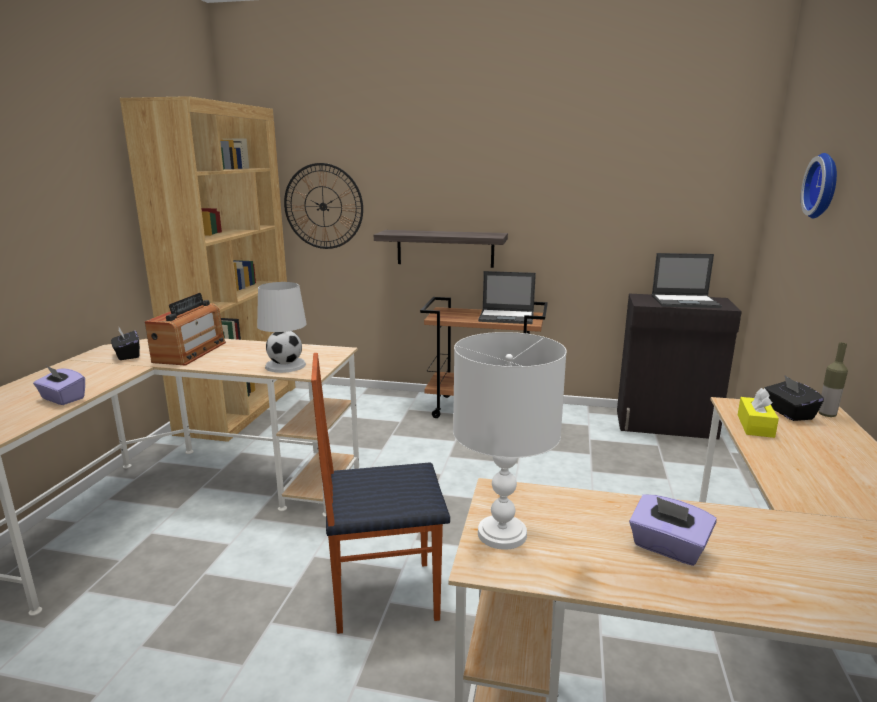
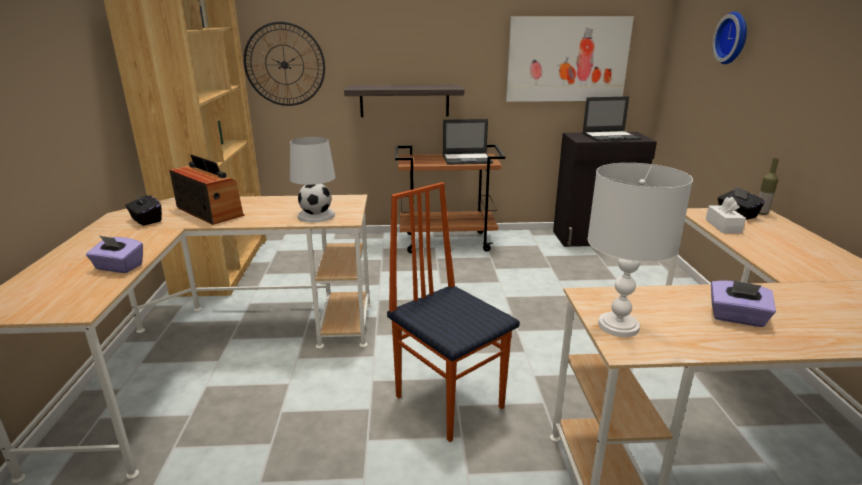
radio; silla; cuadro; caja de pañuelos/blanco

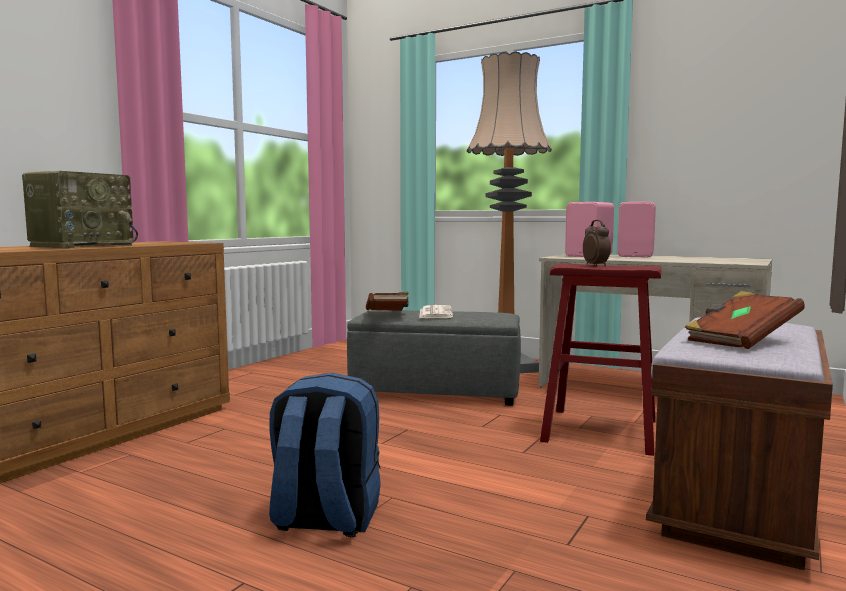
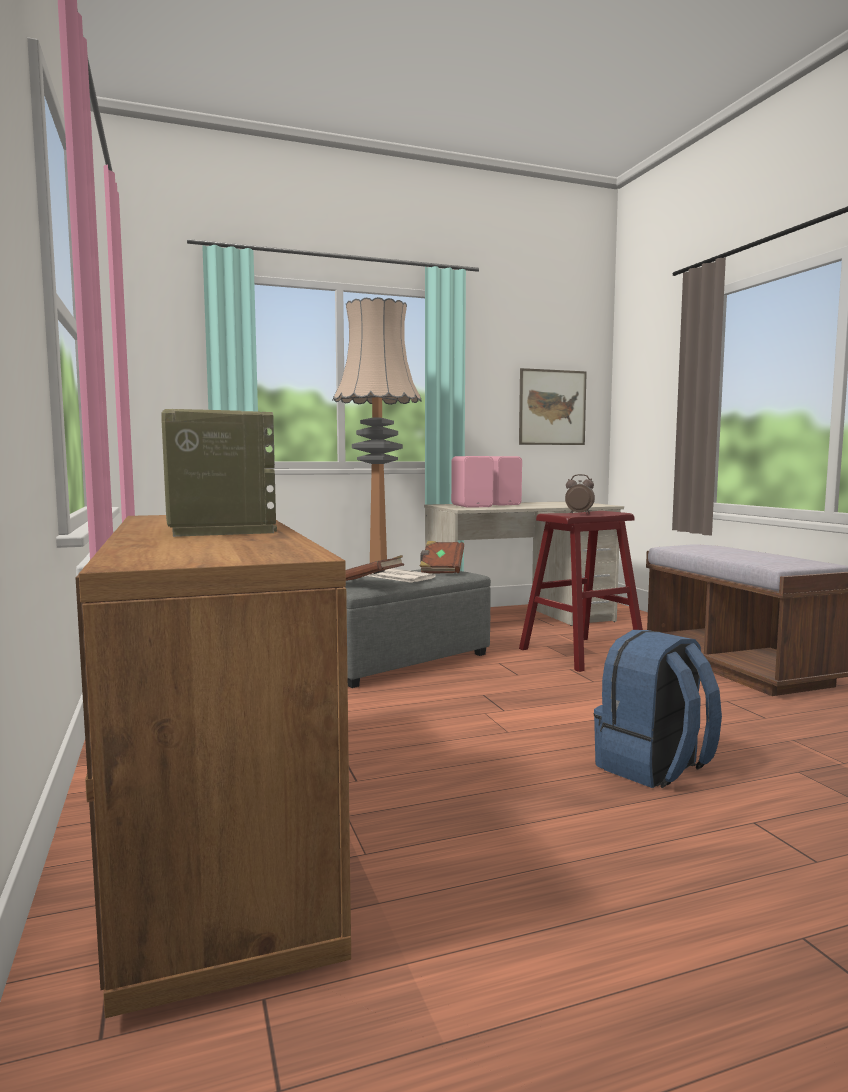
libro/marrón (no. 2 from left); cuadro

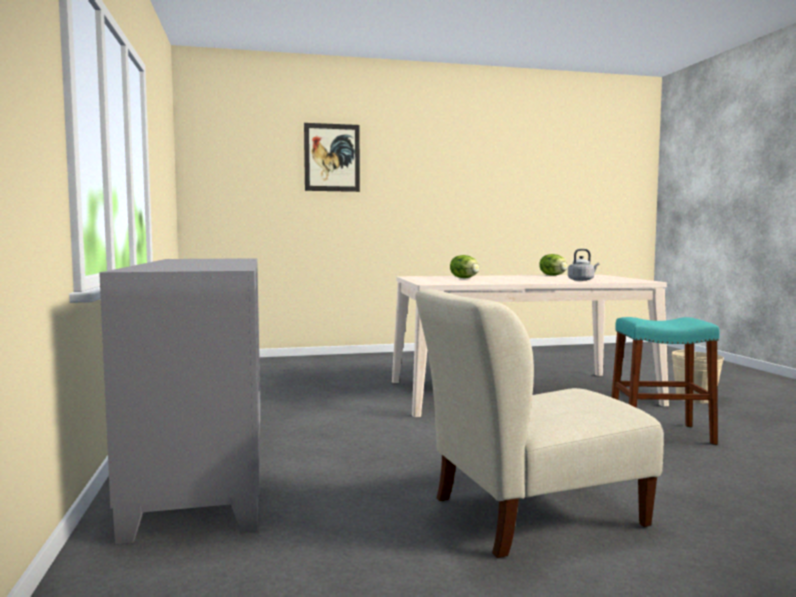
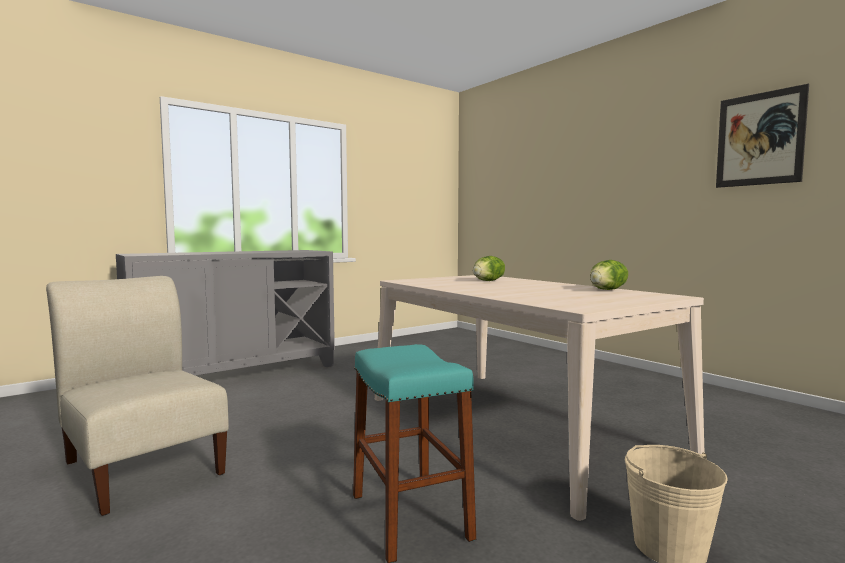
cuadro; hervidor/gris

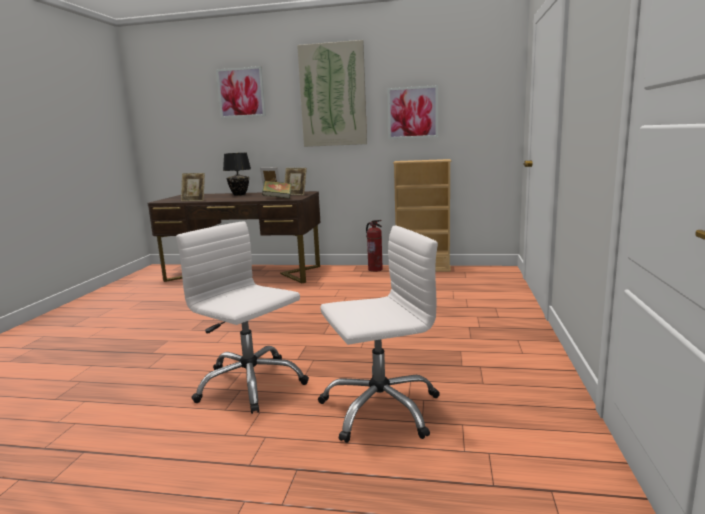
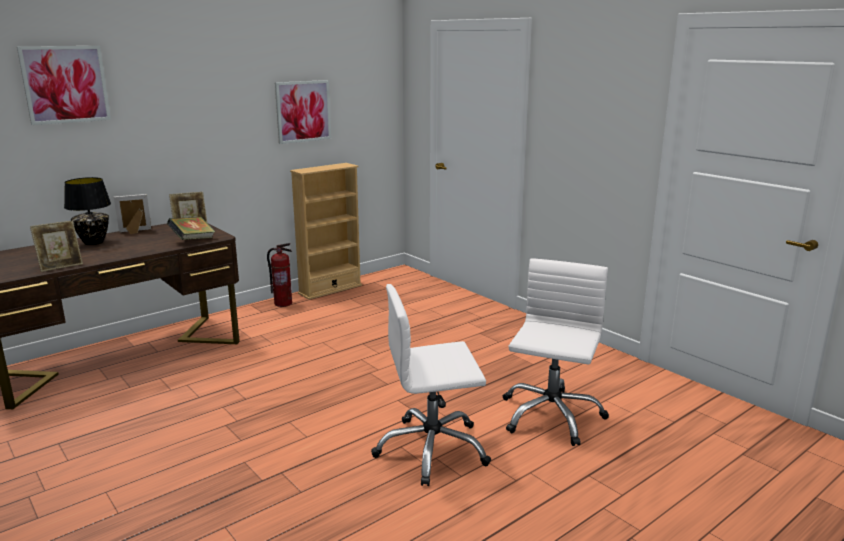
cuadro (no. 2 from left in the first image)

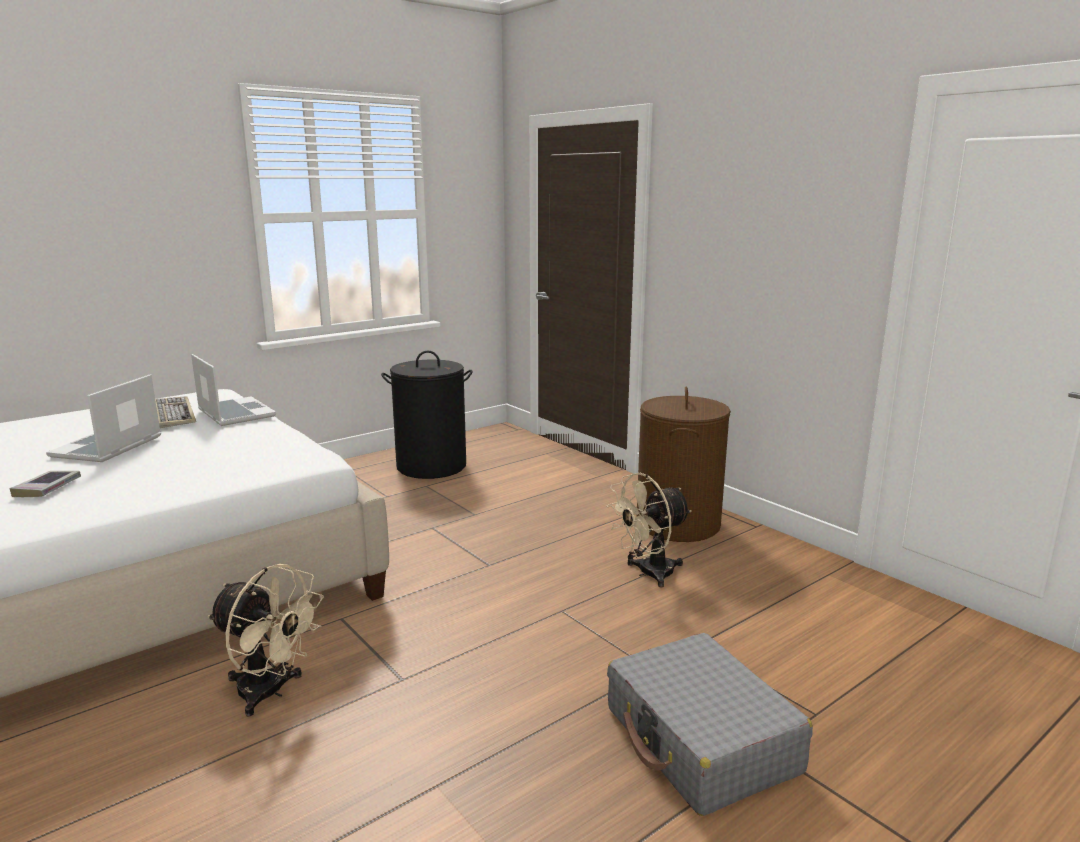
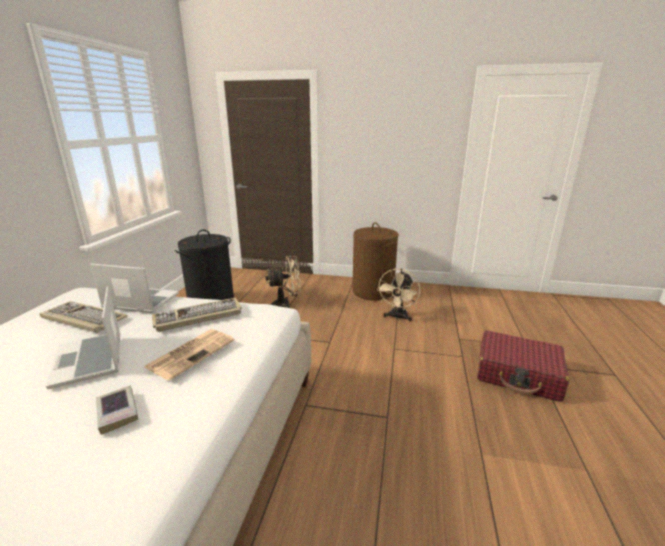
periódico; teclado (no. 2 from left); ventilador/beis (no. 1 from left); maleta/rojo

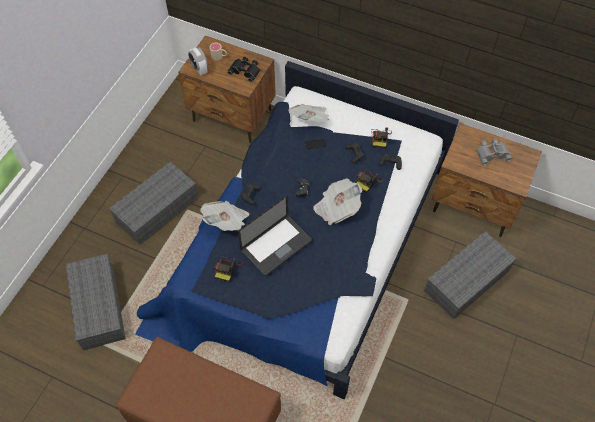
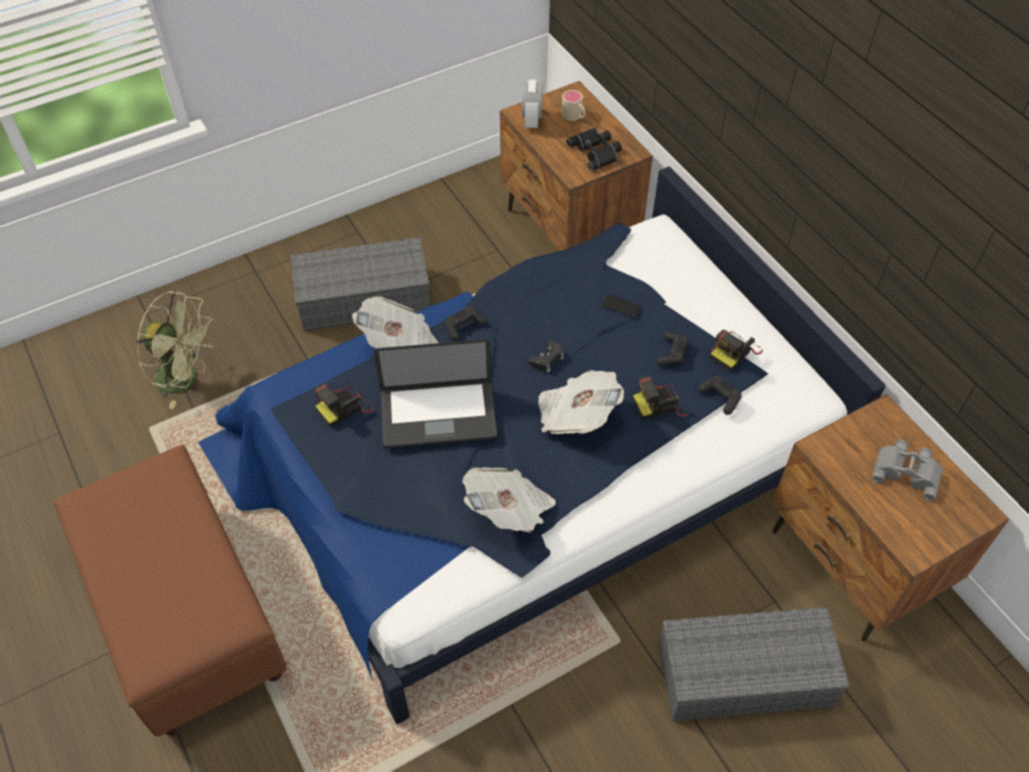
ventilador/verde; periódico (no. 2 from left)

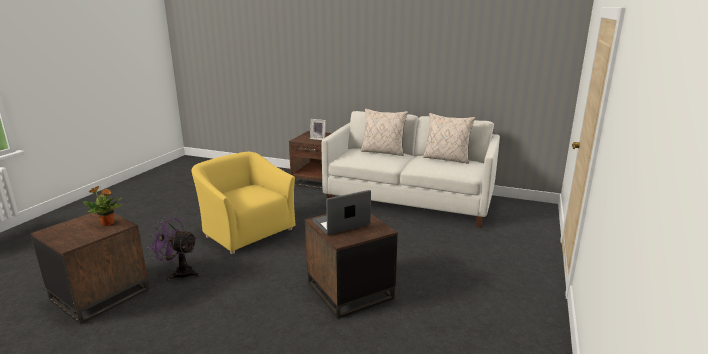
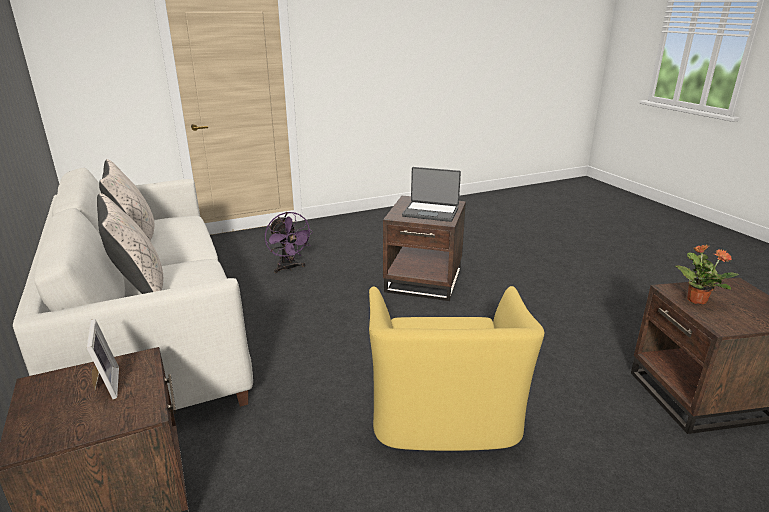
ventilador/morado

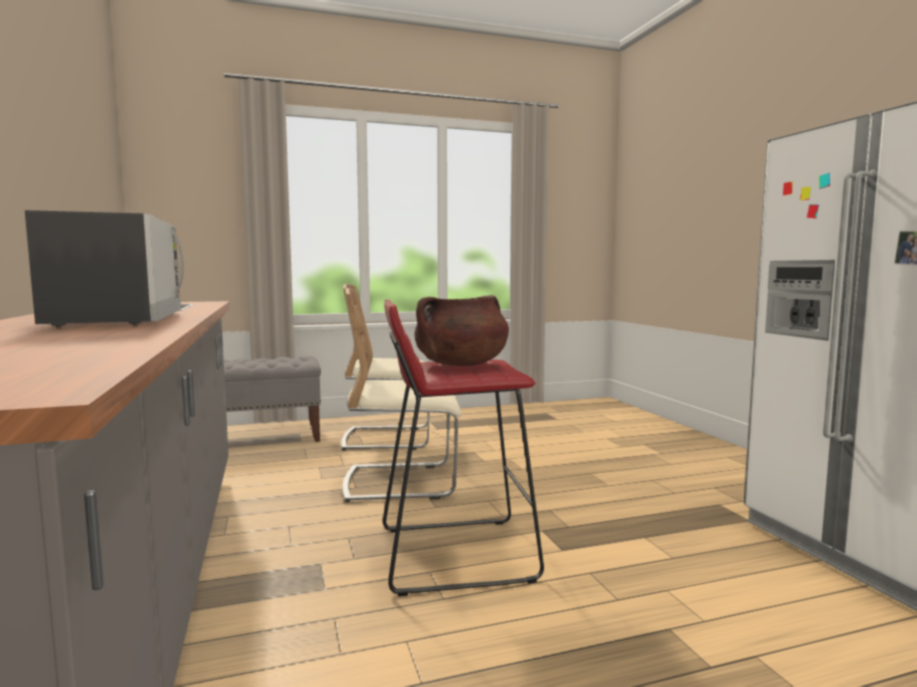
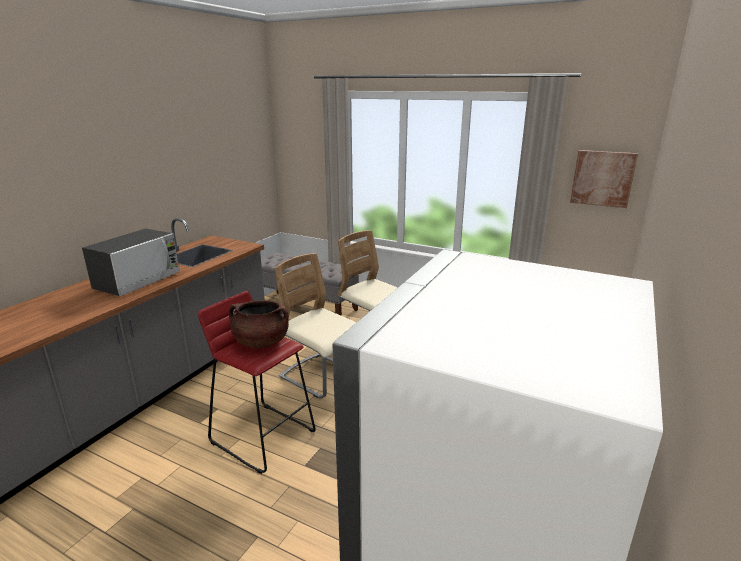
cuadro

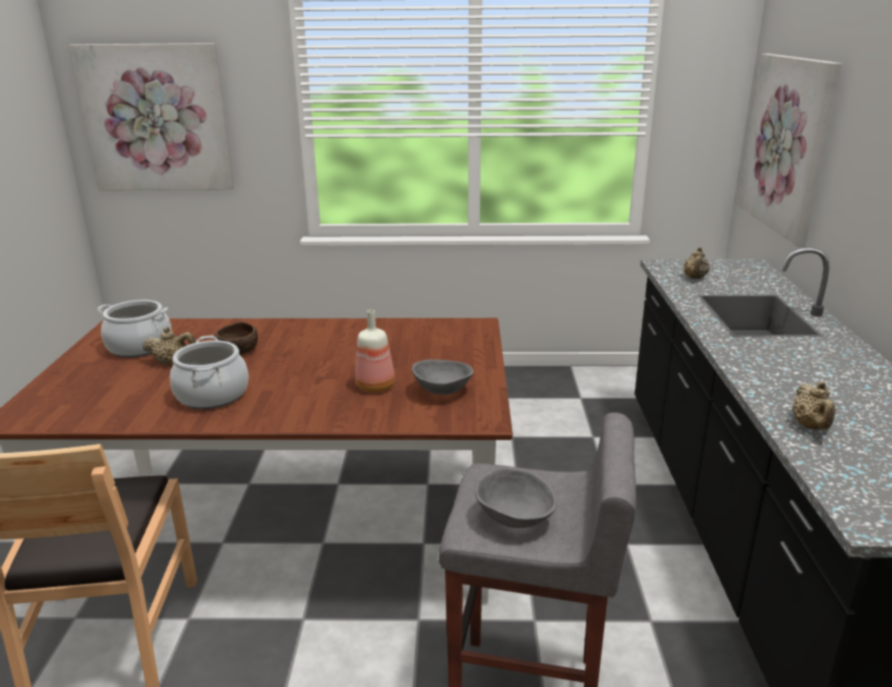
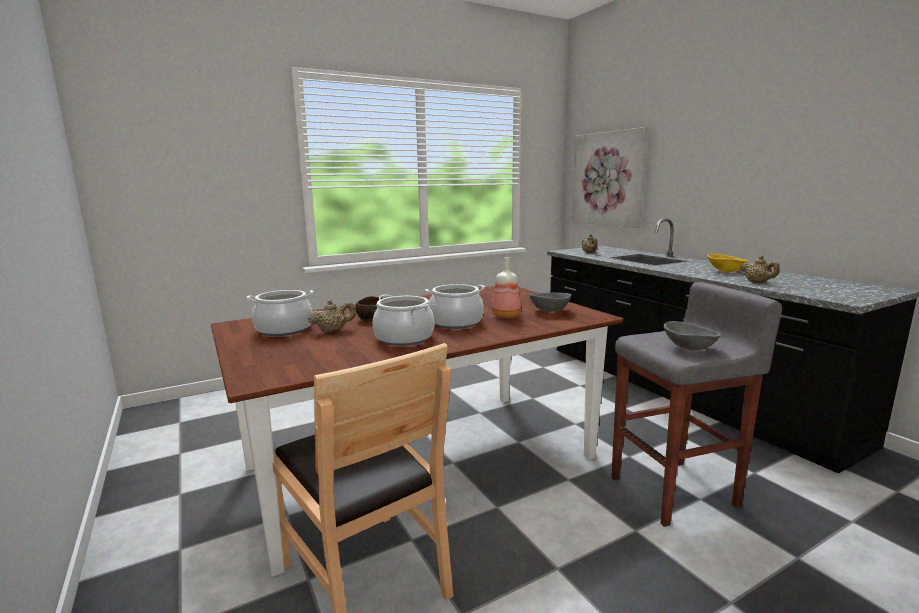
olla (no. 3 from left); cuenco/amarillo; cuadro (no. 1 from left in the first image)

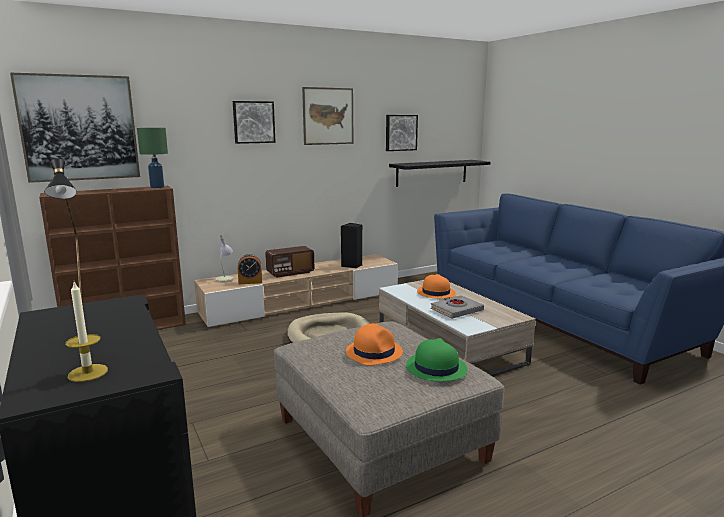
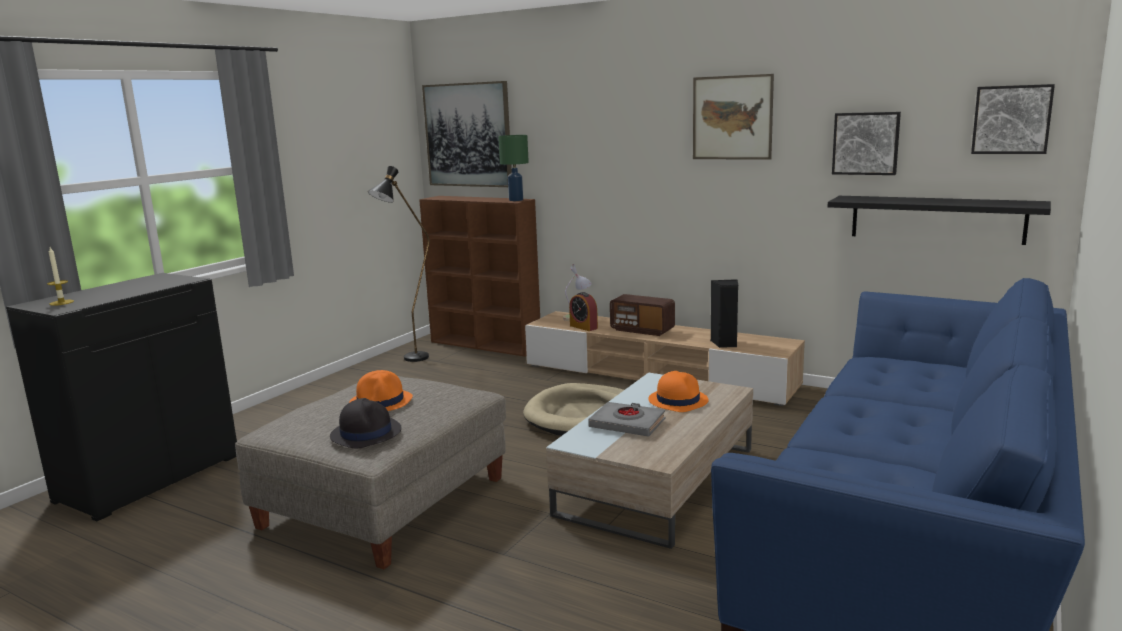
sombrero/negro; cuadro (no. 4 from left)

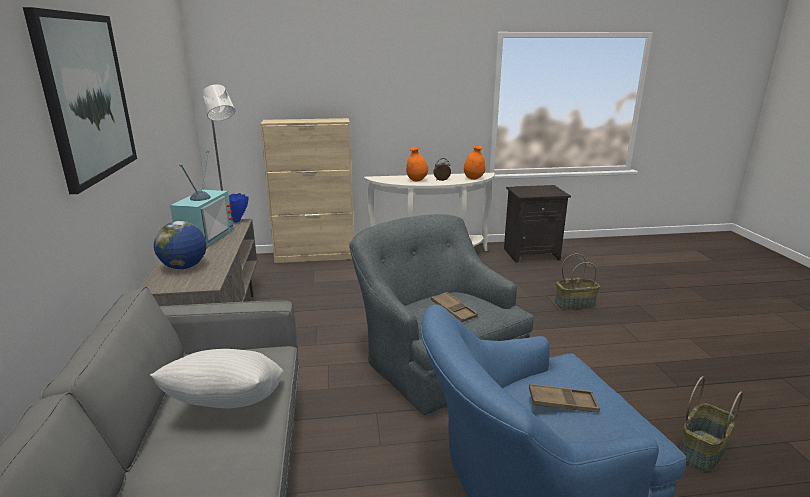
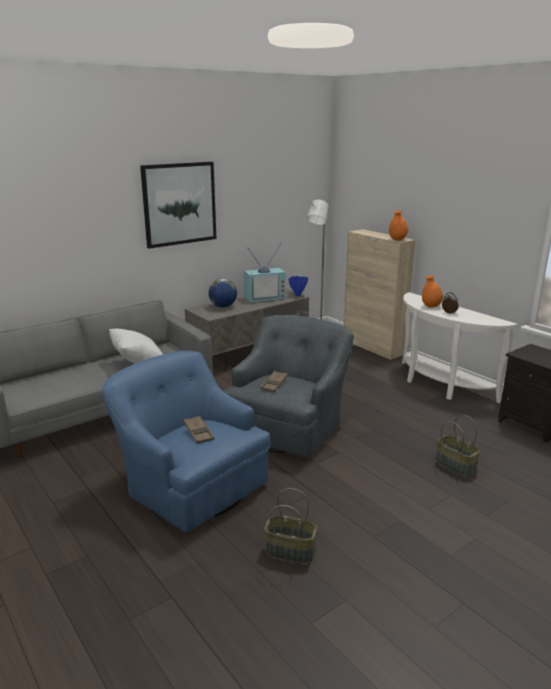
florero/naranja (no. 1 from left)

